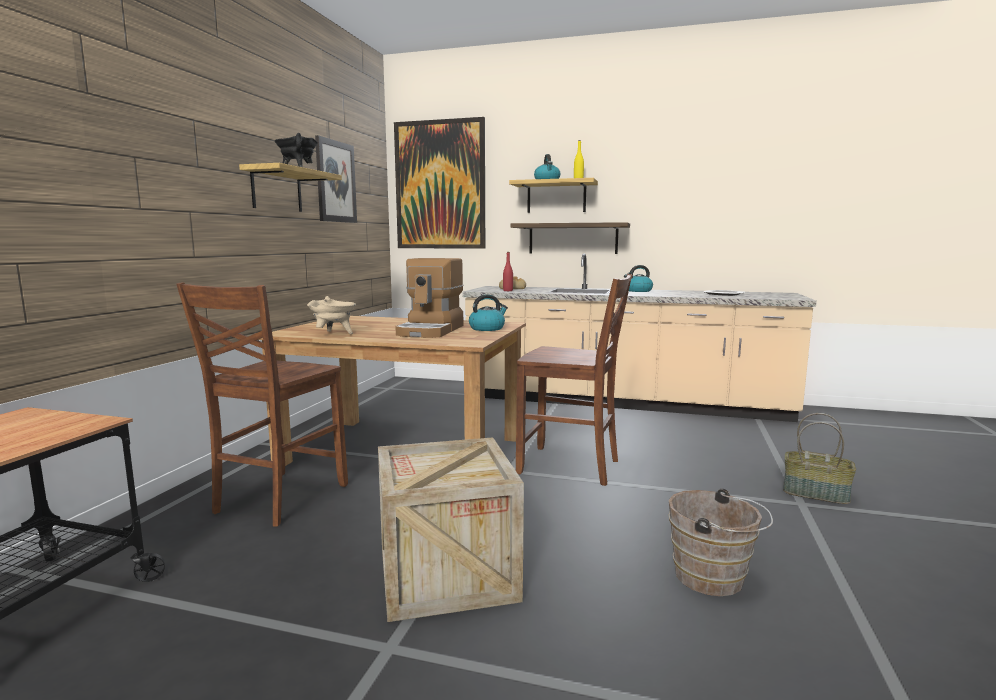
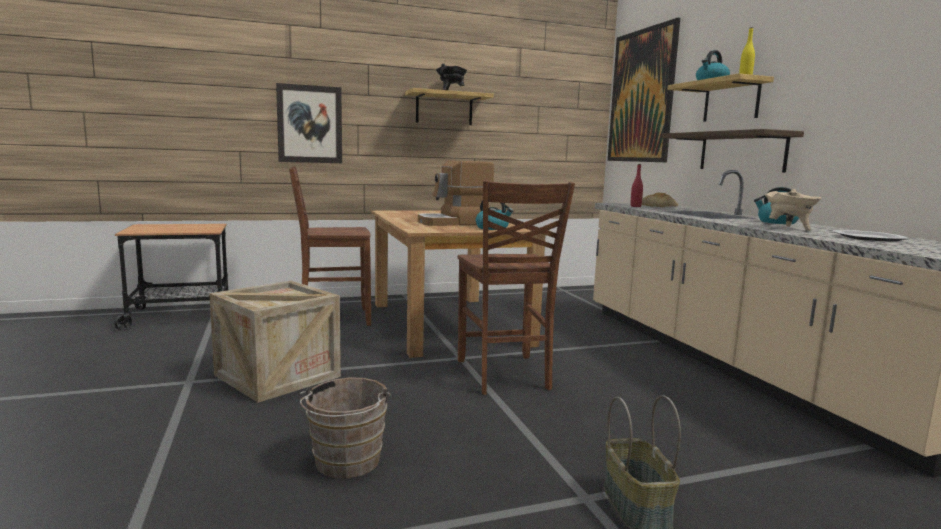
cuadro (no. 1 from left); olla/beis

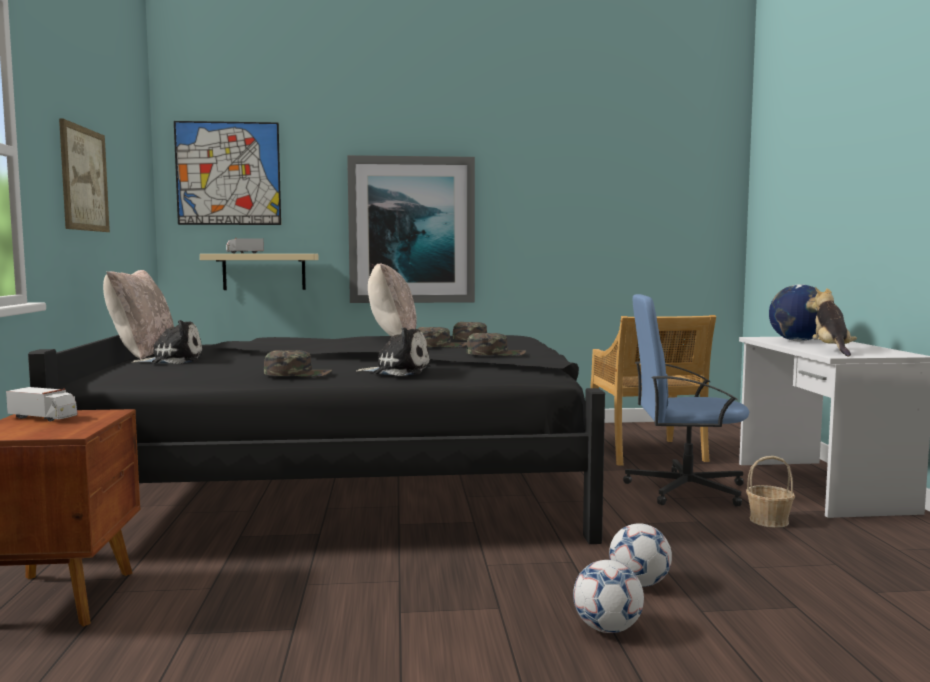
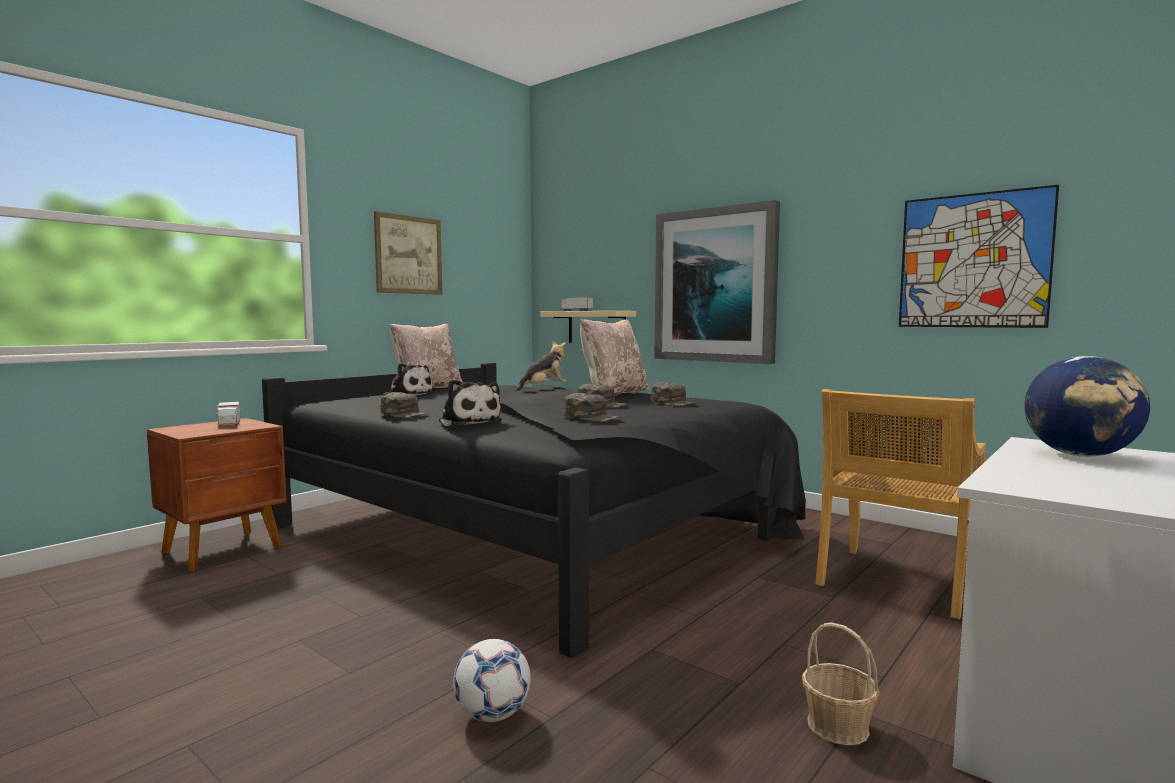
peluche (no. 3 from left); cuadro (no. 3 from left); balón de fútbol (no. 1 from left in the first image); silla de oficina/azul

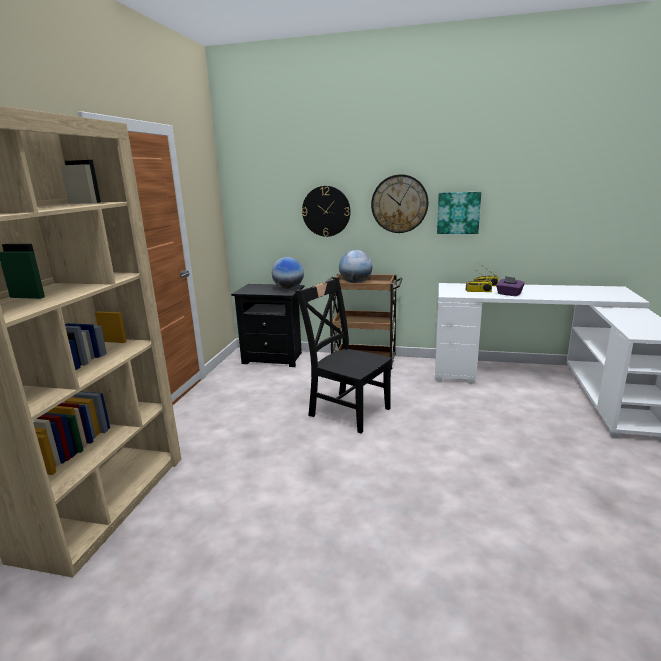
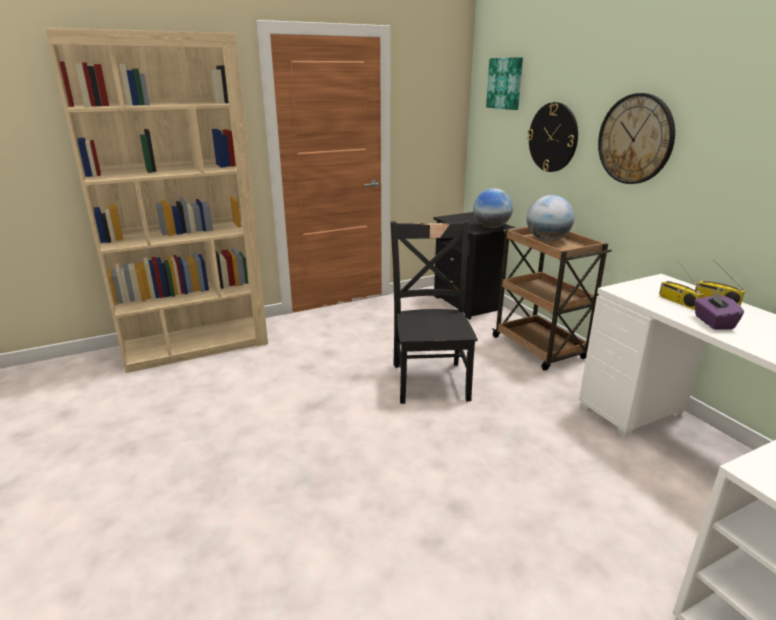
cuadro

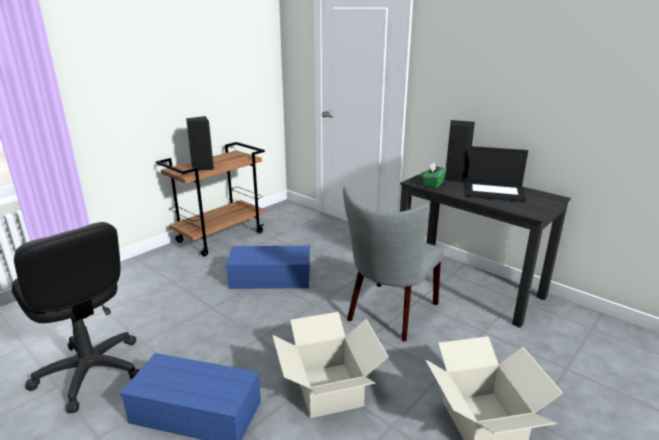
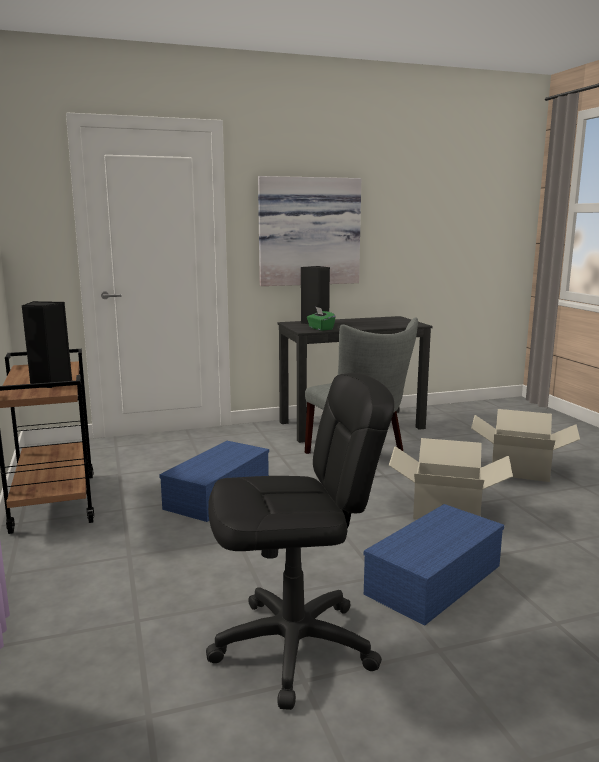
cuadro; portátil

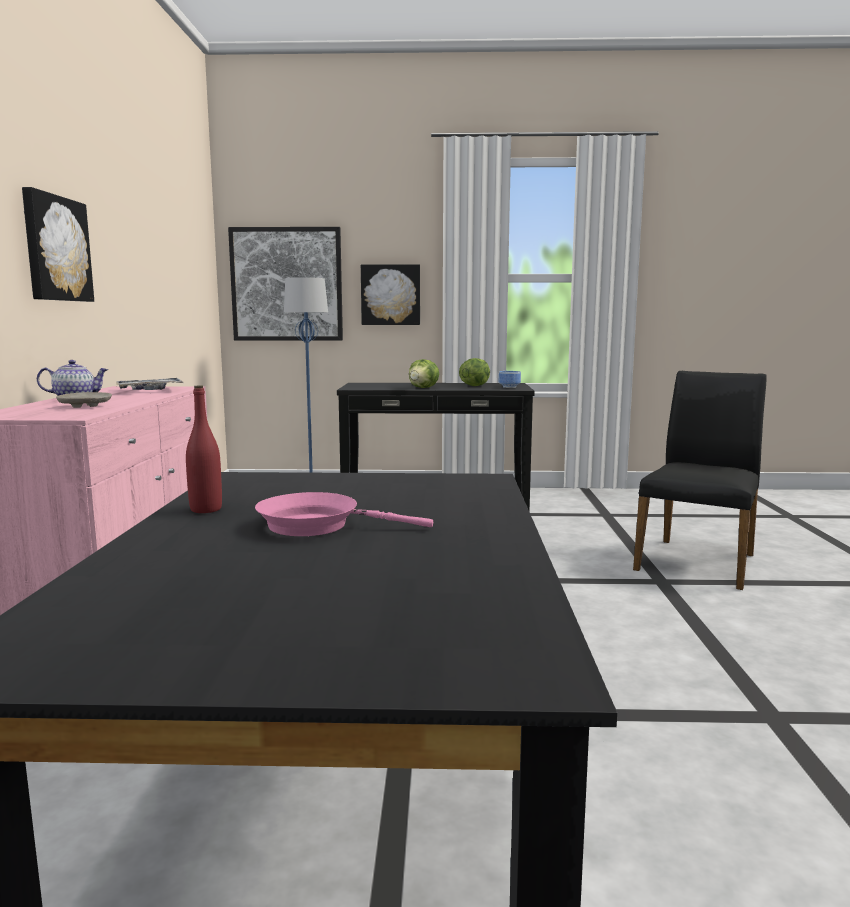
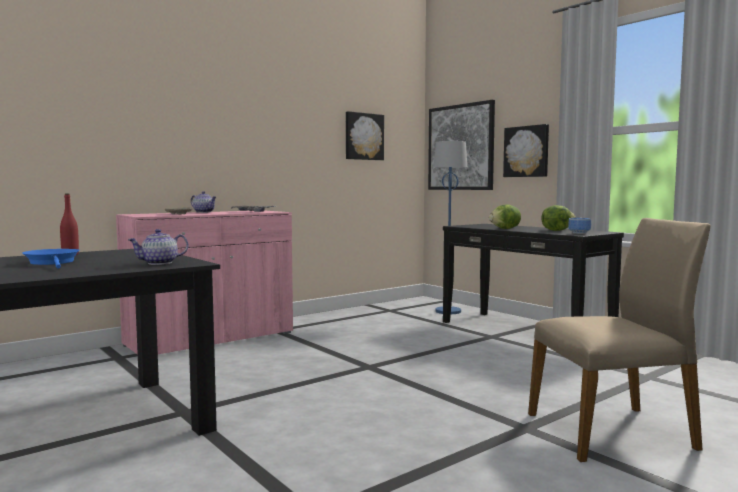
sartén/azul; tetera (no. 1 from left); cuadro (no. 1 from left); silla/beis

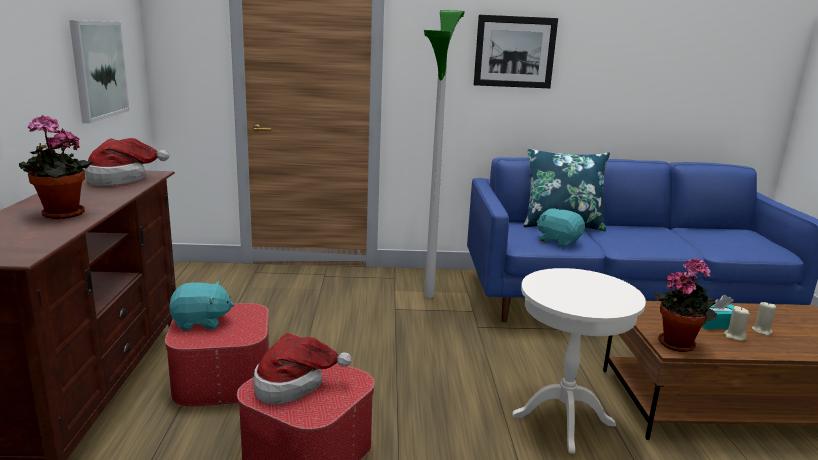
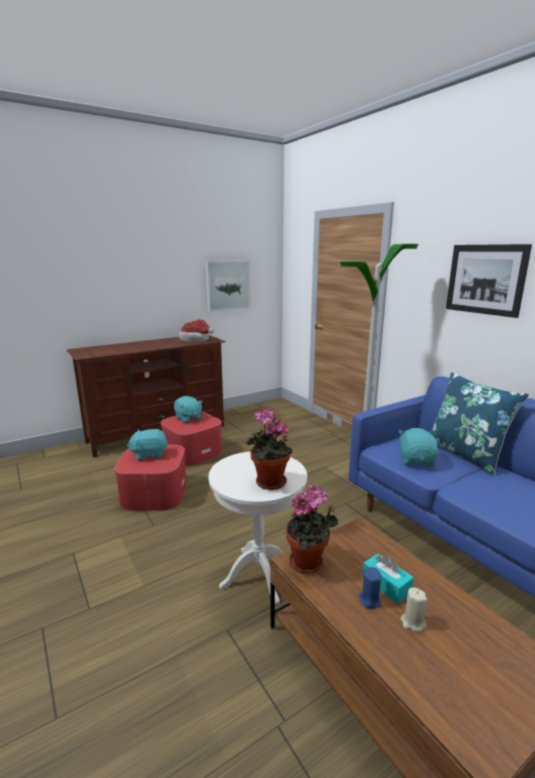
peluche/turquesa (no. 1 from left); planta en maceta (no. 1 from left); vela/azul

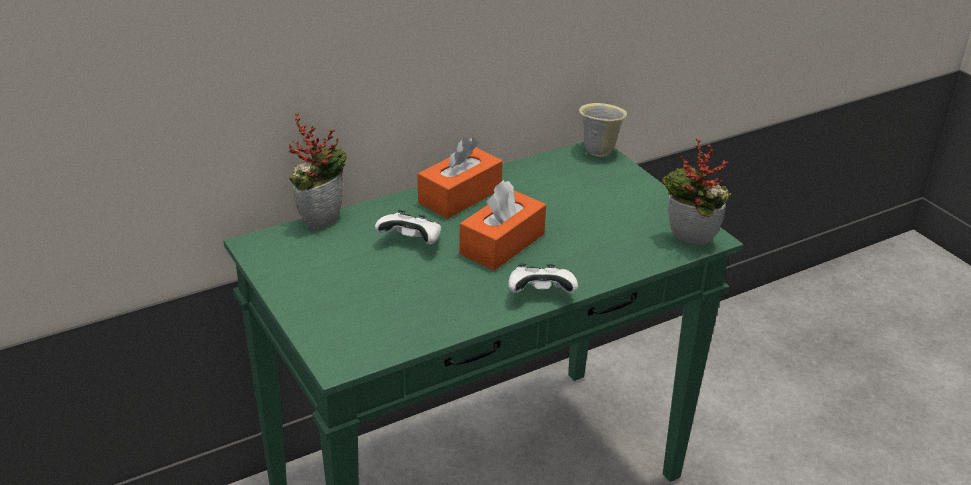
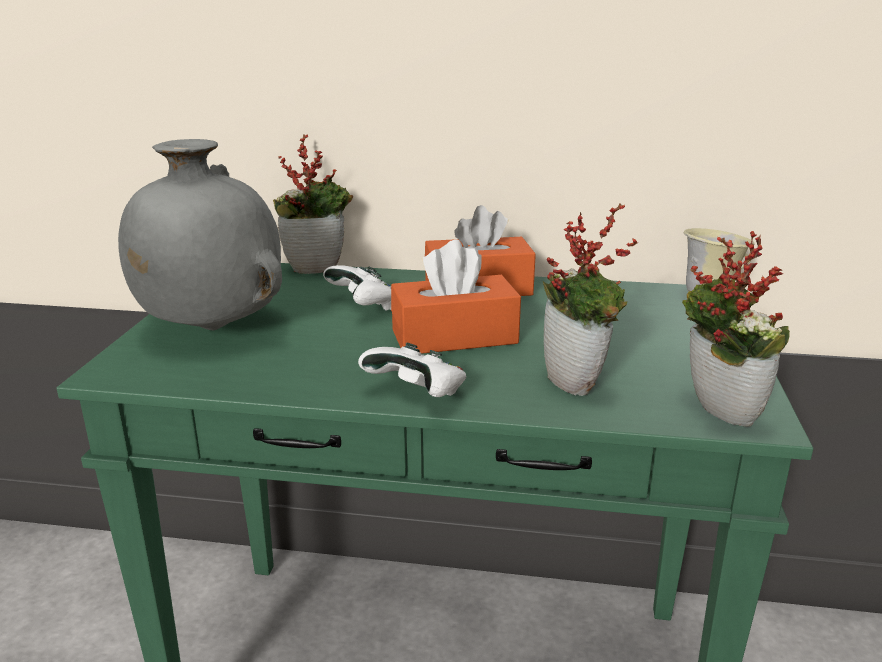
florero/gris; planta en maceta (no. 2 from left)

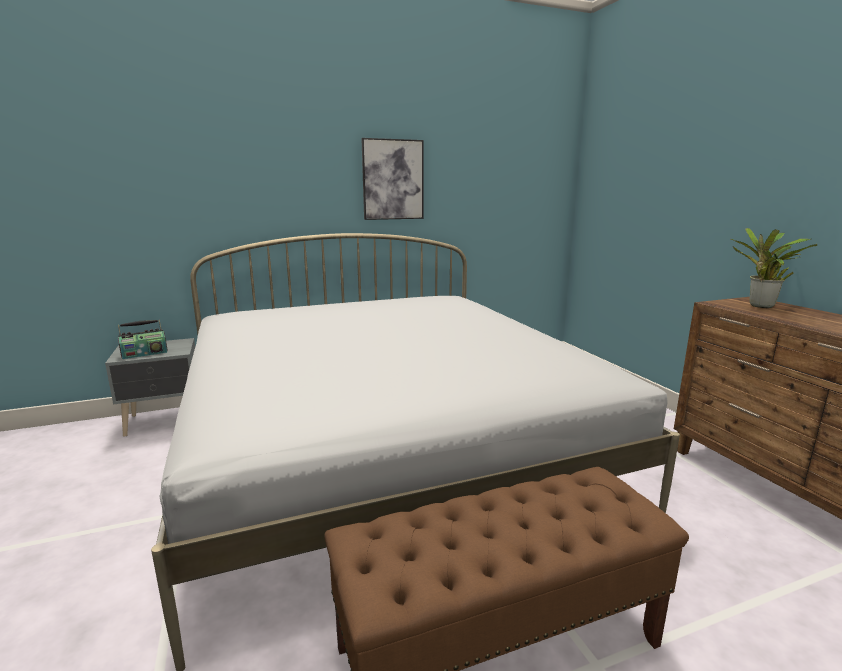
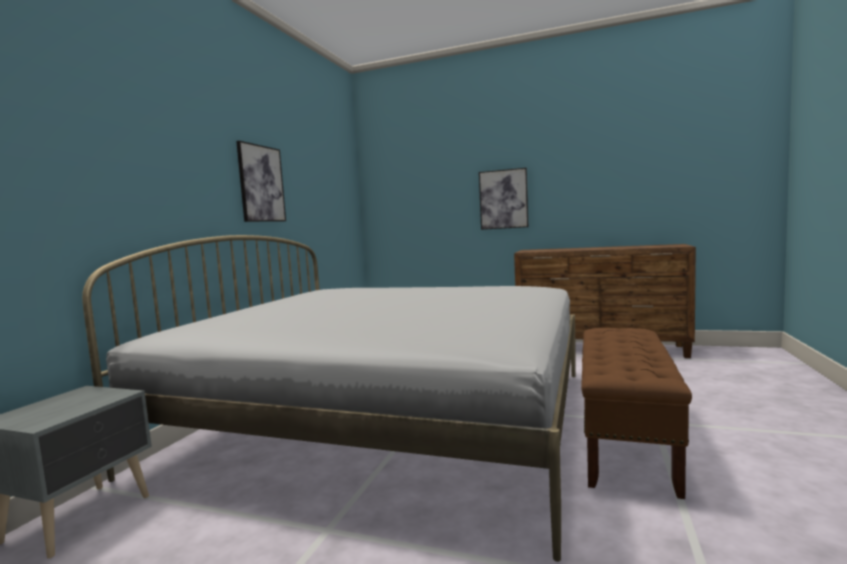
cuadro (no. 2 from left); radio; planta en maceta

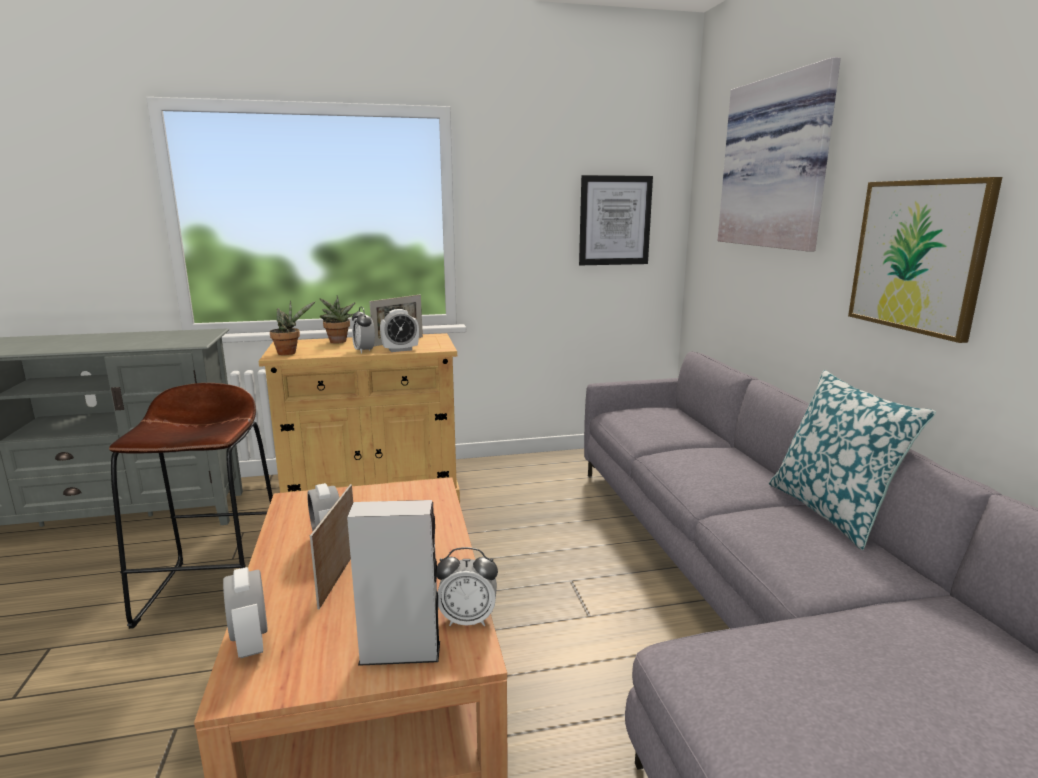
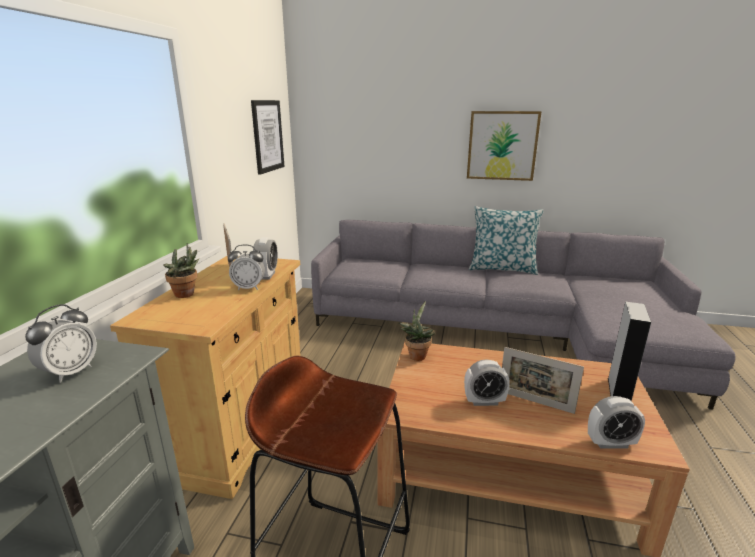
despertador (no. 1 from left); planta en maceta (no. 2 from left); cuadro (no. 2 from left in the first image)

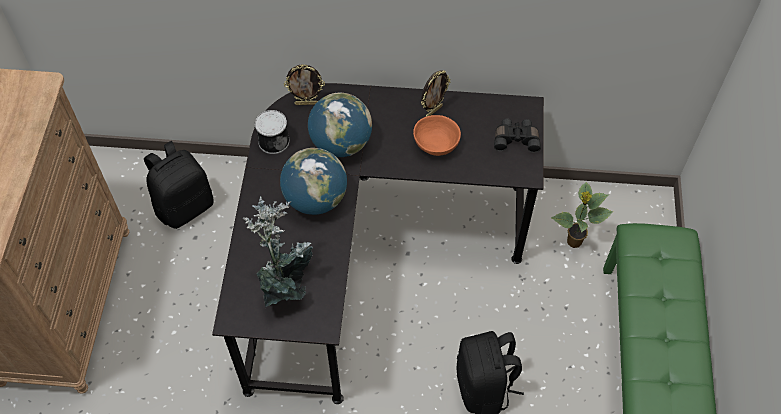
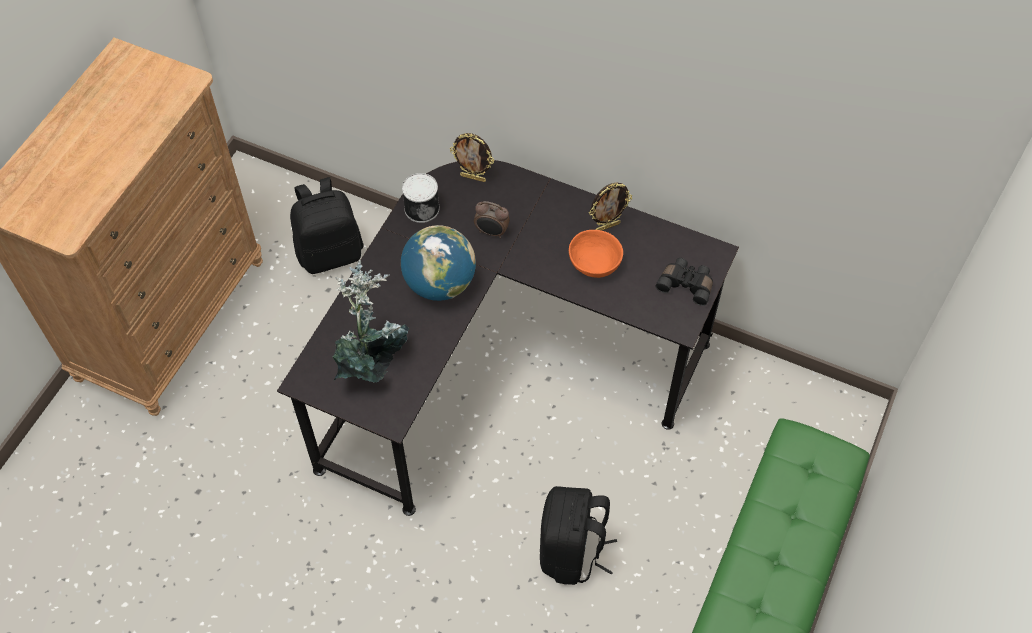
despertador; planta en maceta (no. 2 from left in the first image)

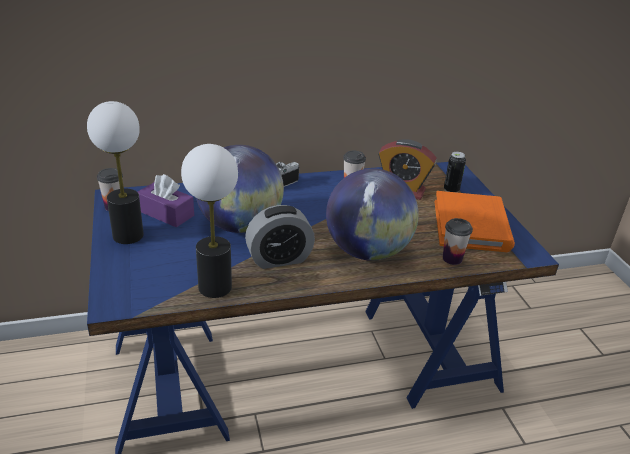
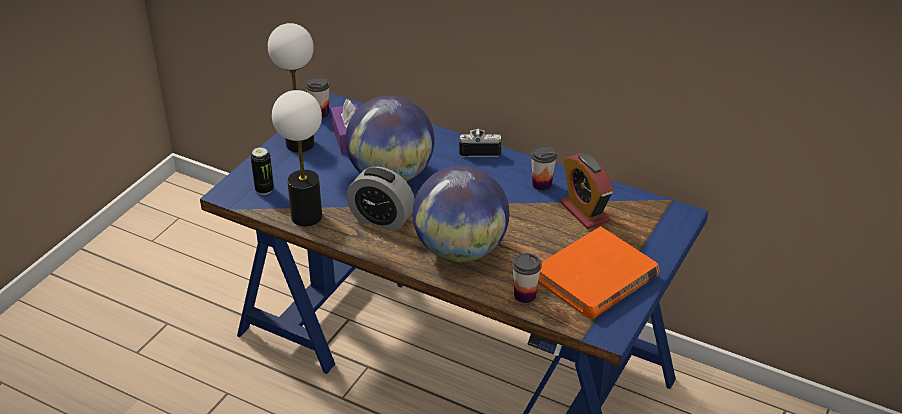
lata

